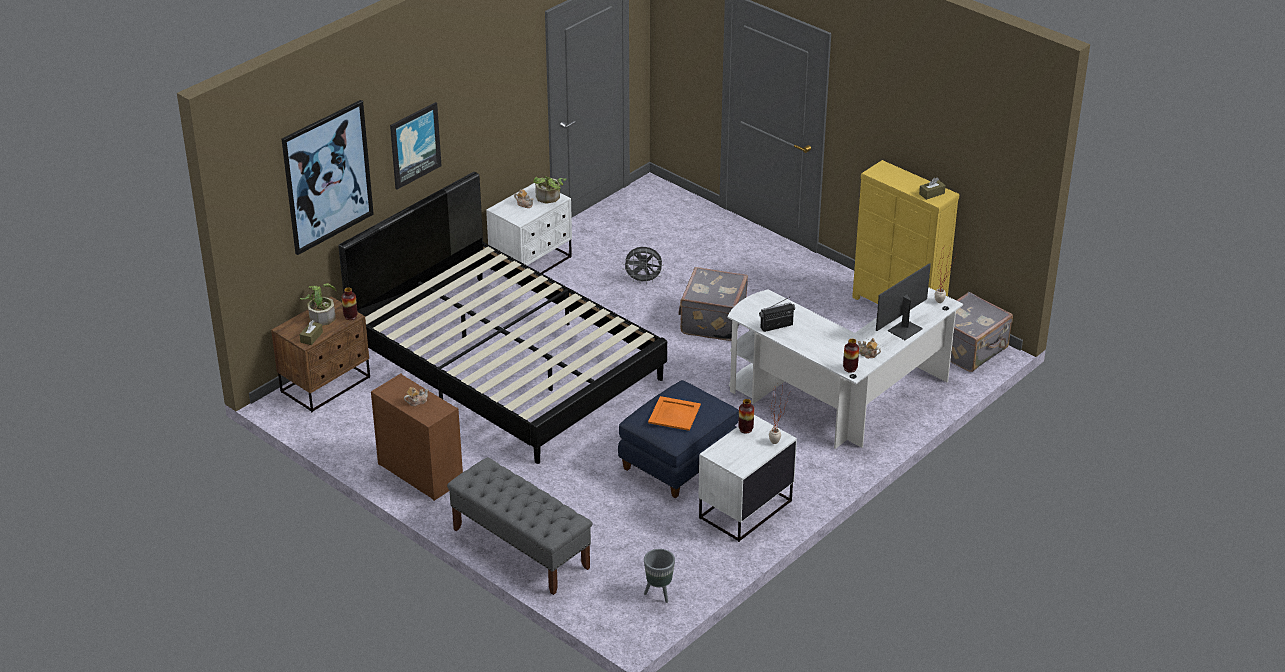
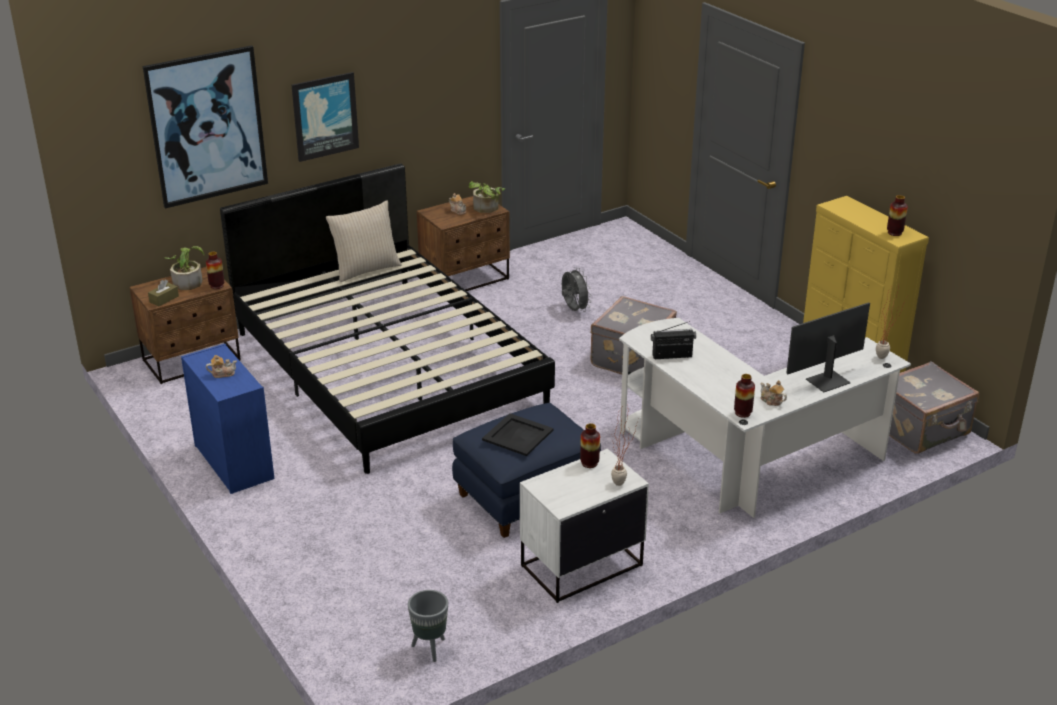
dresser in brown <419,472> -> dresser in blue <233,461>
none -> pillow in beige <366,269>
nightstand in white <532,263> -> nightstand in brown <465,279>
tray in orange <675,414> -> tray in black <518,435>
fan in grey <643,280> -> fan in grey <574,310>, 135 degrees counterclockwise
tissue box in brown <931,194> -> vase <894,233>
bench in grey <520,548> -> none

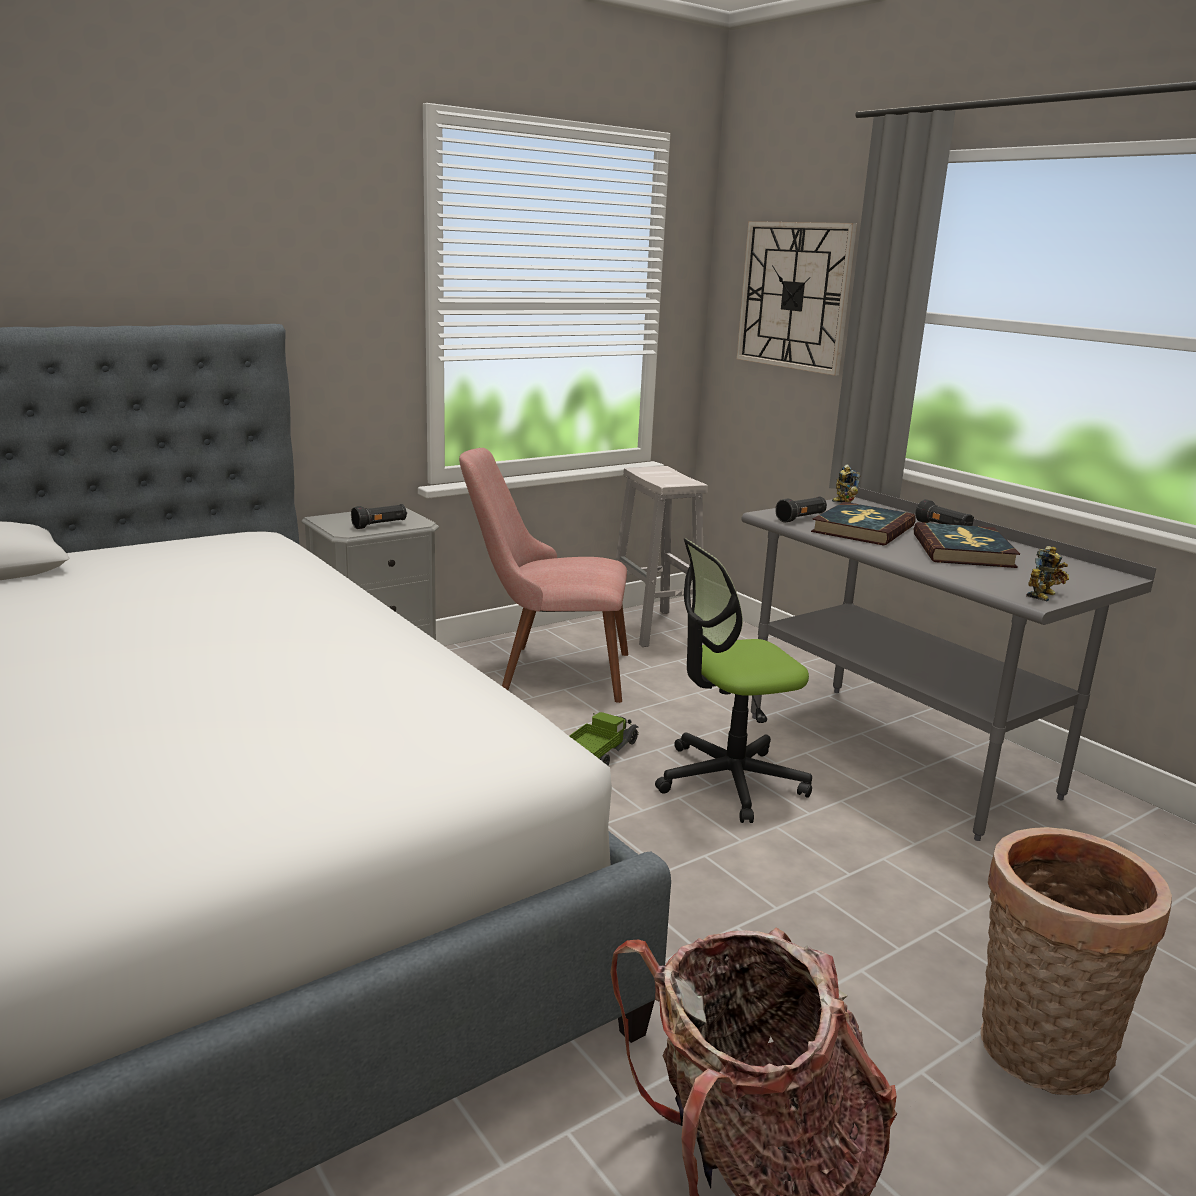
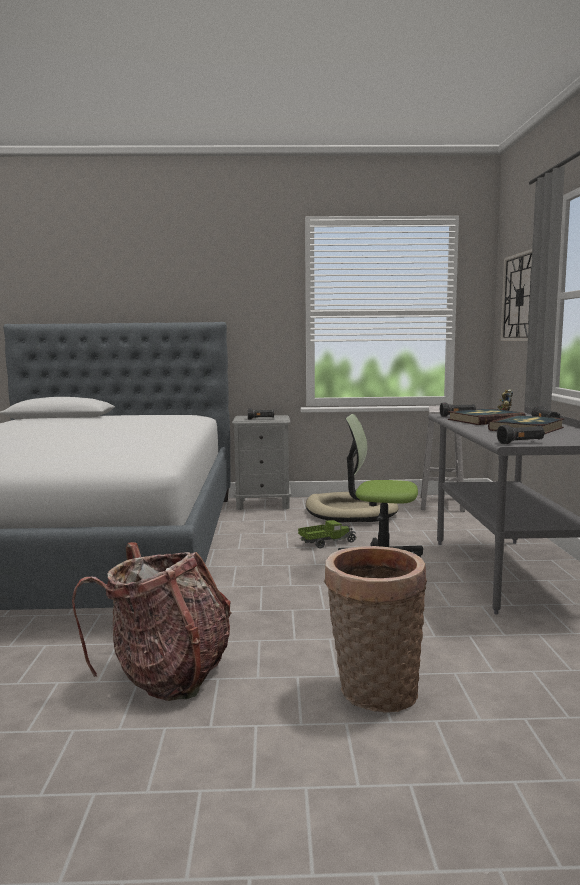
chair in pink <546,671> -> dog bed in beige <350,511>
toy robot <1044,596> -> flashlight in black <521,442>

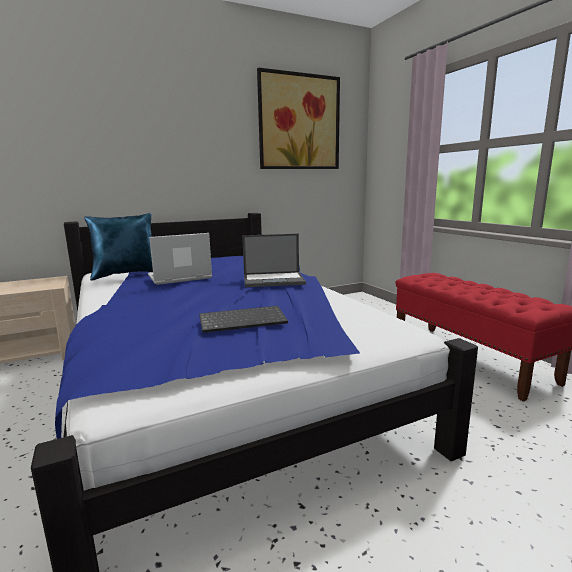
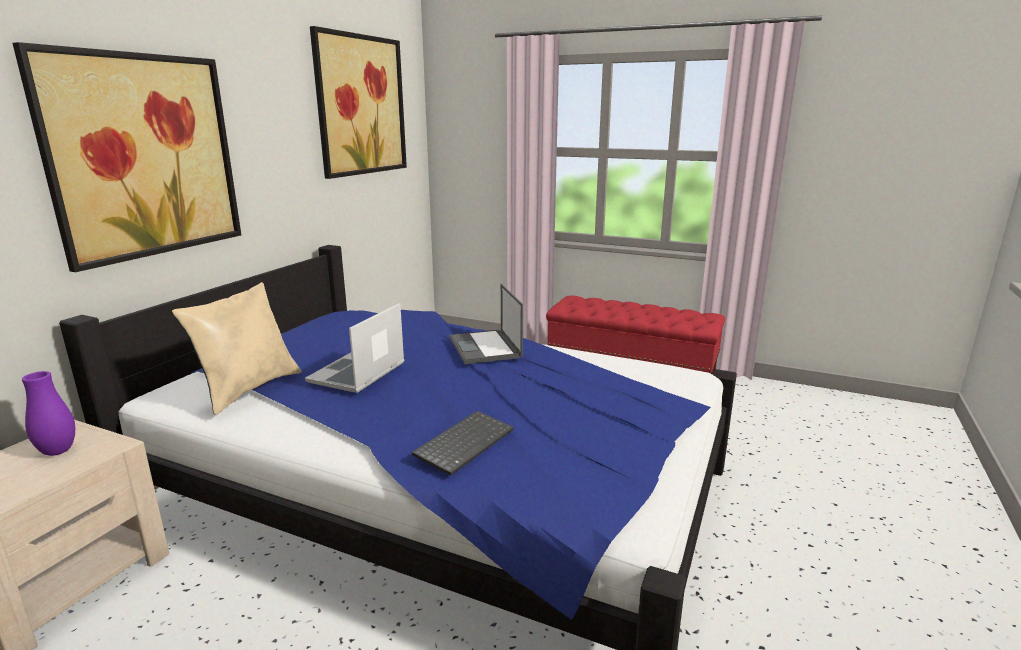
none -> picture <144,156>
none -> vase in purple <58,451>
pillow in blue <127,275> -> pillow in beige <248,389>
keyboard <243,320> -> keyboard <464,442>, relocated
laptop <274,280> -> laptop <485,347>, 120 degrees clockwise

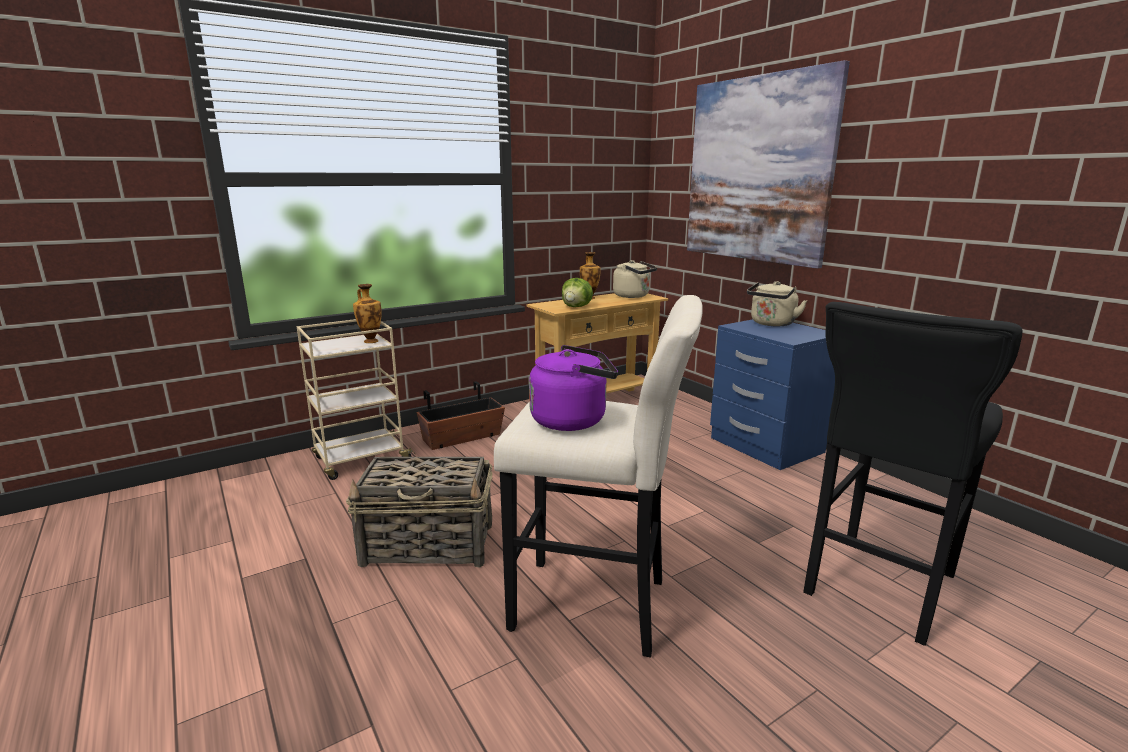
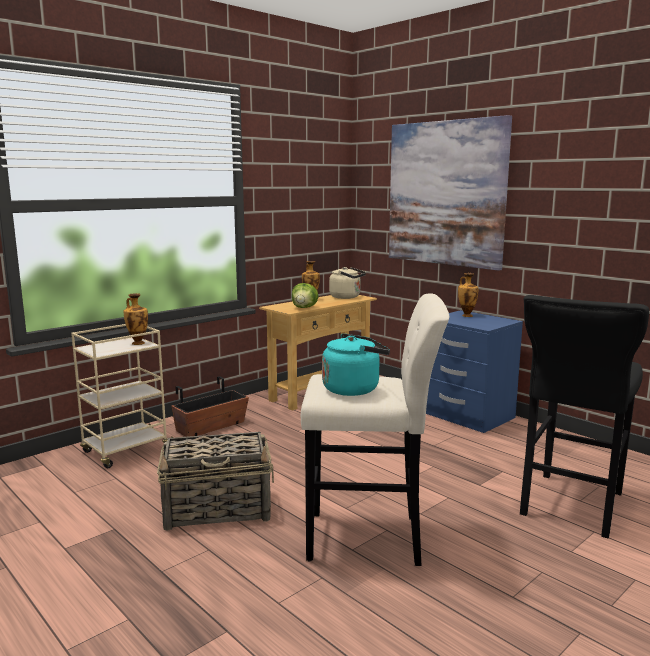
kettle in purple <573,420> -> kettle in turquoise <354,389>
kettle in beige <771,324> -> vase <466,315>

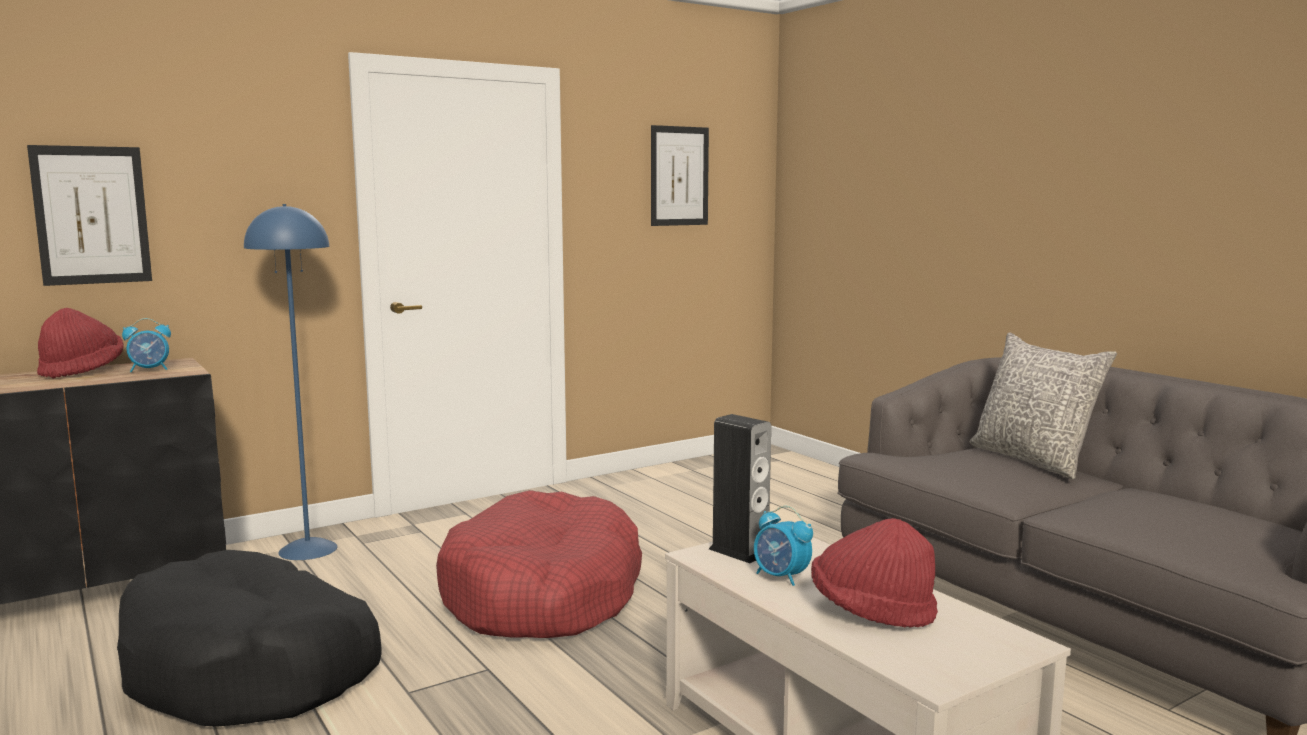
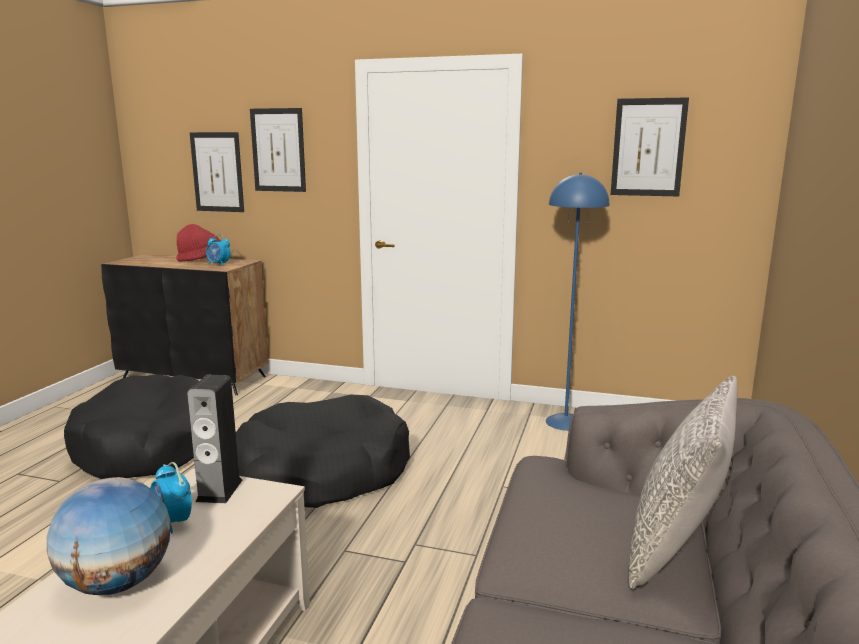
hat in red <871,612> -> globe <117,583>
alarm clock <781,577> -> alarm clock <172,522>, 45 degrees counterclockwise
dog bed in red <543,594> -> dog bed in black <321,472>
none -> picture <278,150>
floor lamp in blue <308,549> -> floor lamp in blue <565,422>, relocated

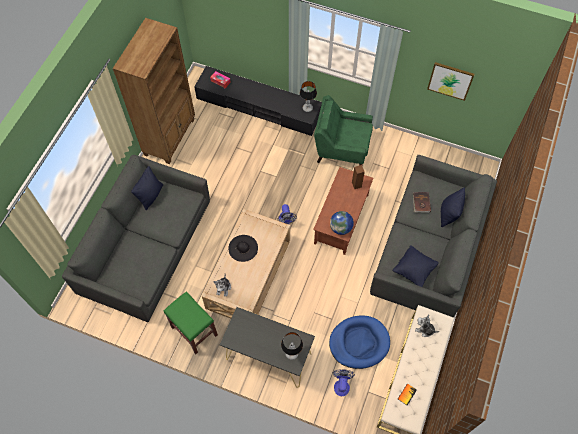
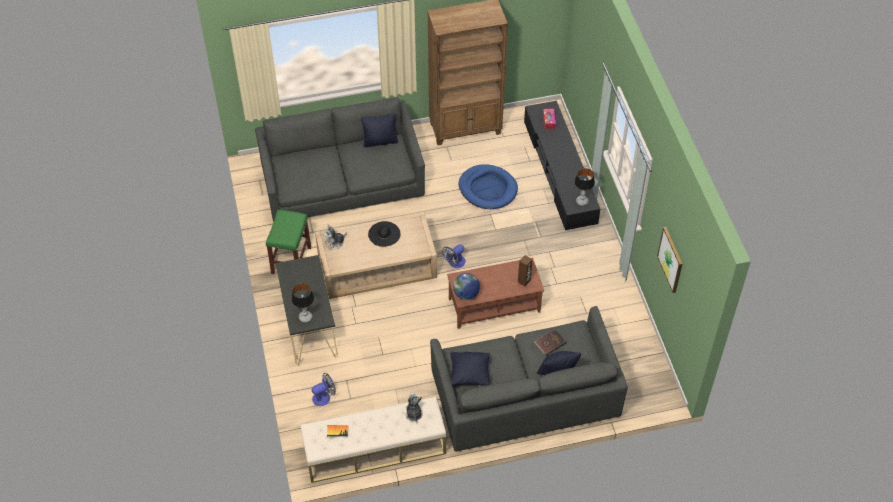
dog bed in blue <359,343> -> dog bed in blue <488,189>, relocated
armchair in green <341,149> -> none

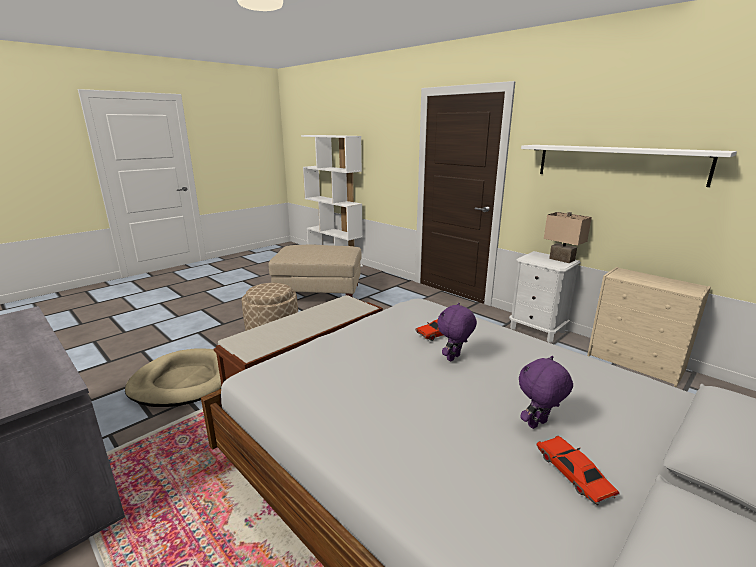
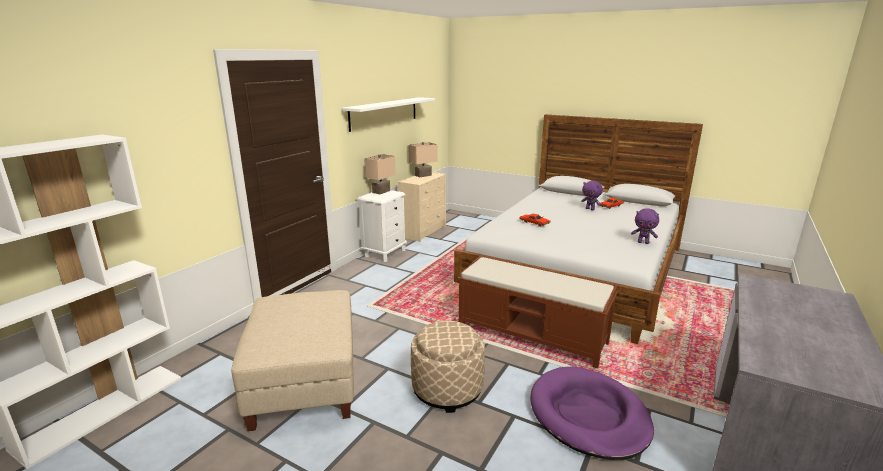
none -> table lamp in beige <423,175>
dog bed in beige <185,381> -> dog bed in purple <588,415>
plush toy in purple <454,358> -> plush toy in purple <643,242>, relocated

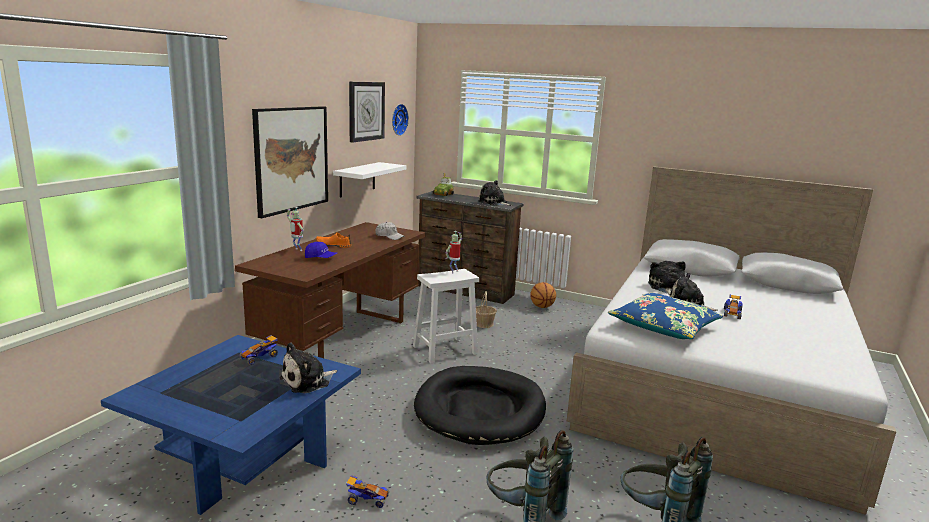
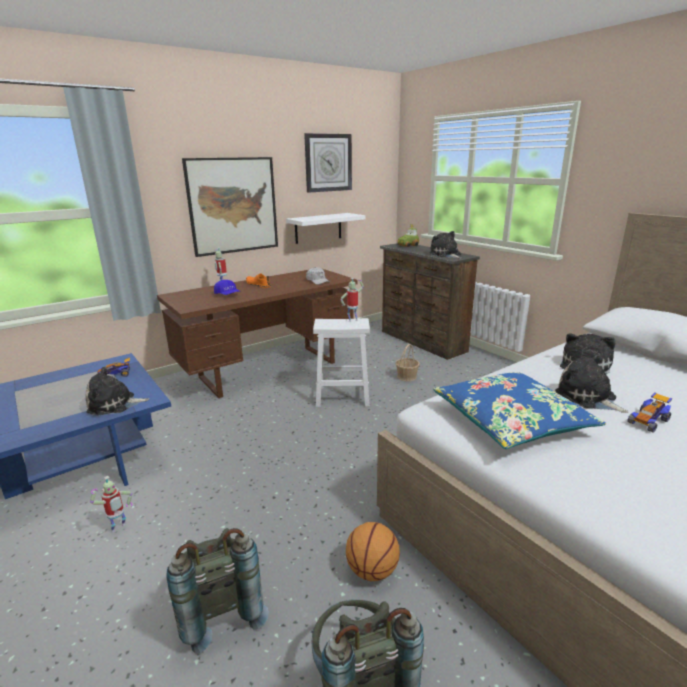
toy car <367,499> -> toy robot <119,529>
basketball <542,307> -> basketball <372,571>, relocated
wall clock <398,119> -> none
dog bed in black <480,409> -> none

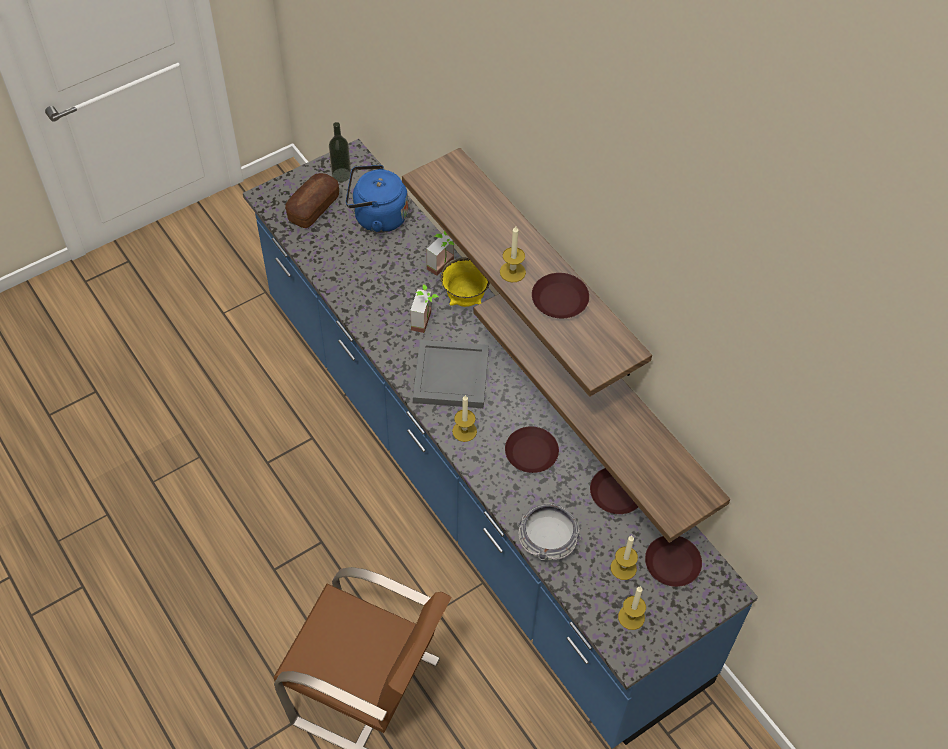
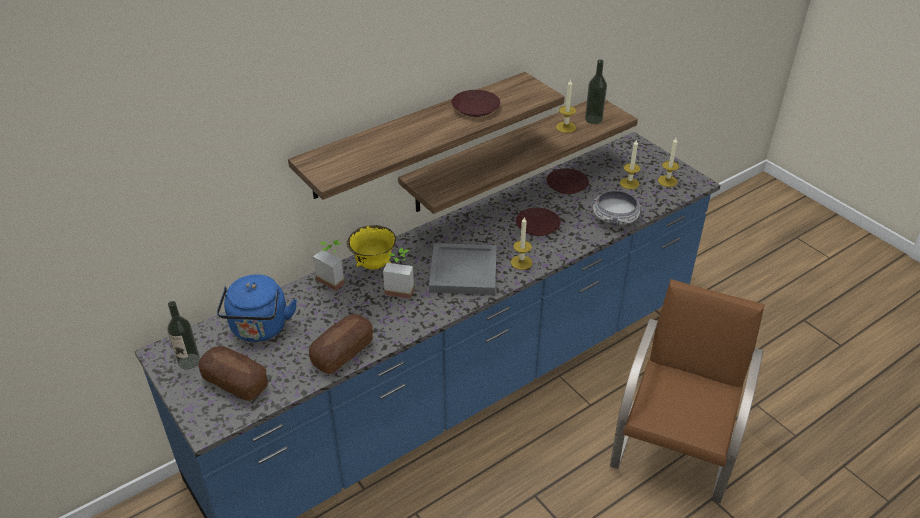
none -> bread <342,352>
candle <512,272> -> candle <566,127>, relocated
none -> bottle <593,119>
plate in brown <672,564> -> none

